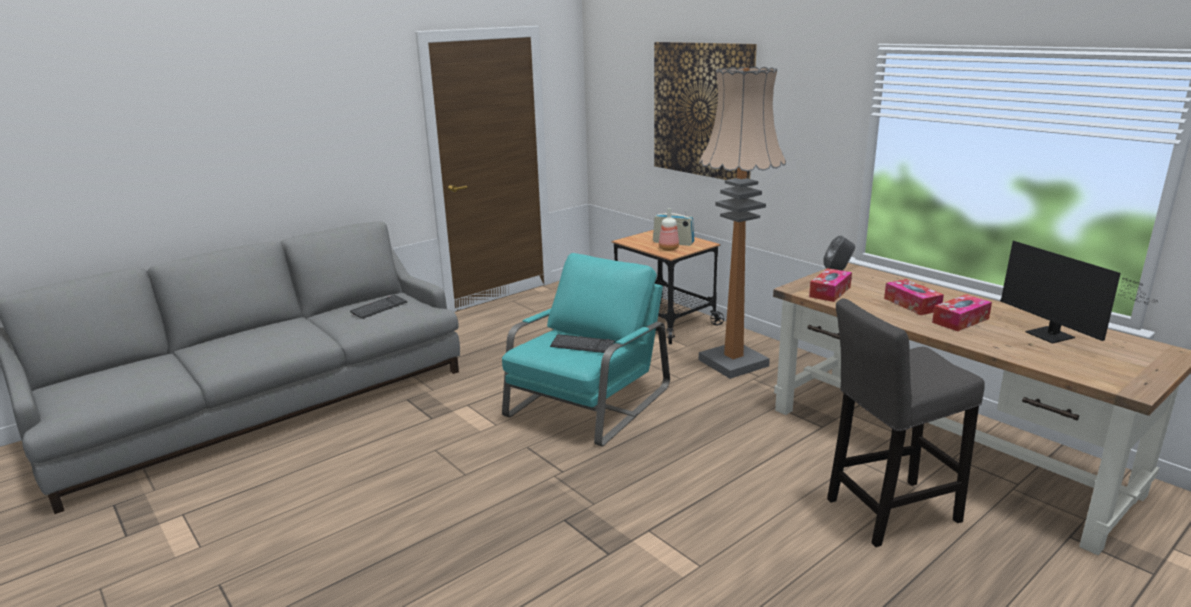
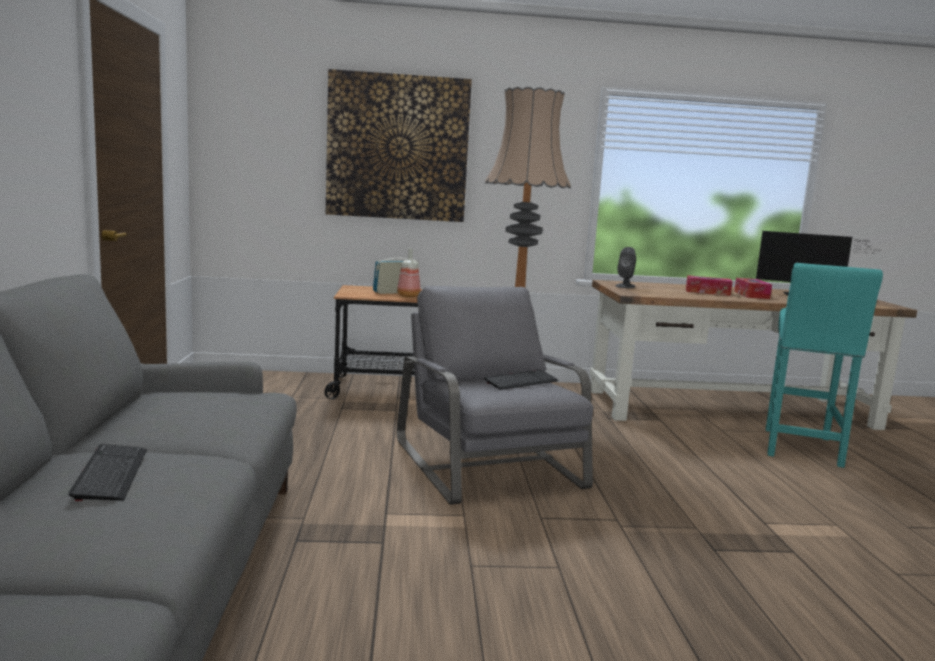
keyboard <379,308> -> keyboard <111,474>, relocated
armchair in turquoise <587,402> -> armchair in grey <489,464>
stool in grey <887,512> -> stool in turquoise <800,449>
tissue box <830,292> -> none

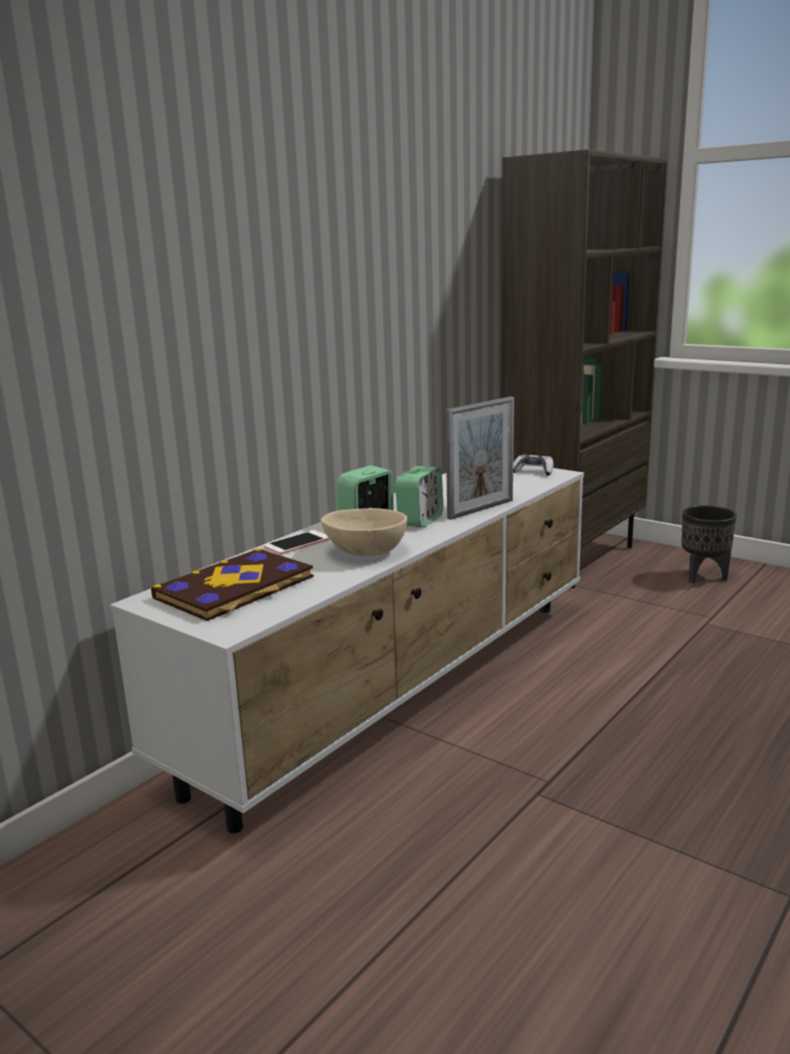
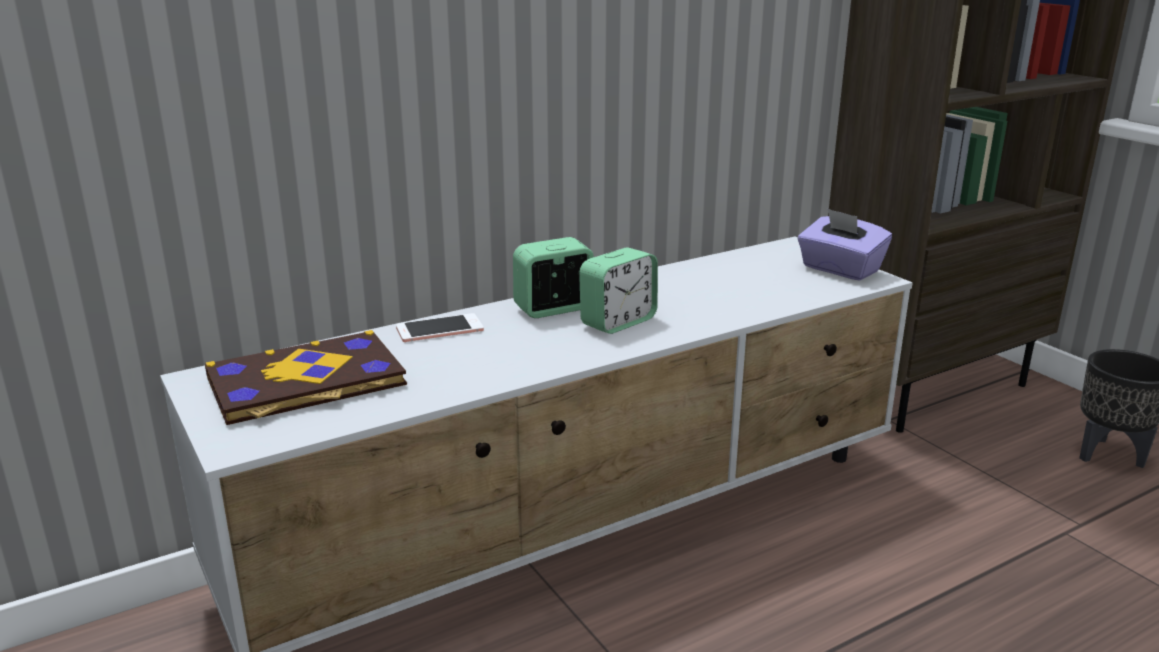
game controller <533,471> -> tissue box in purple <840,269>
bowl in beige <366,552> -> none
picture frame <481,509> -> none

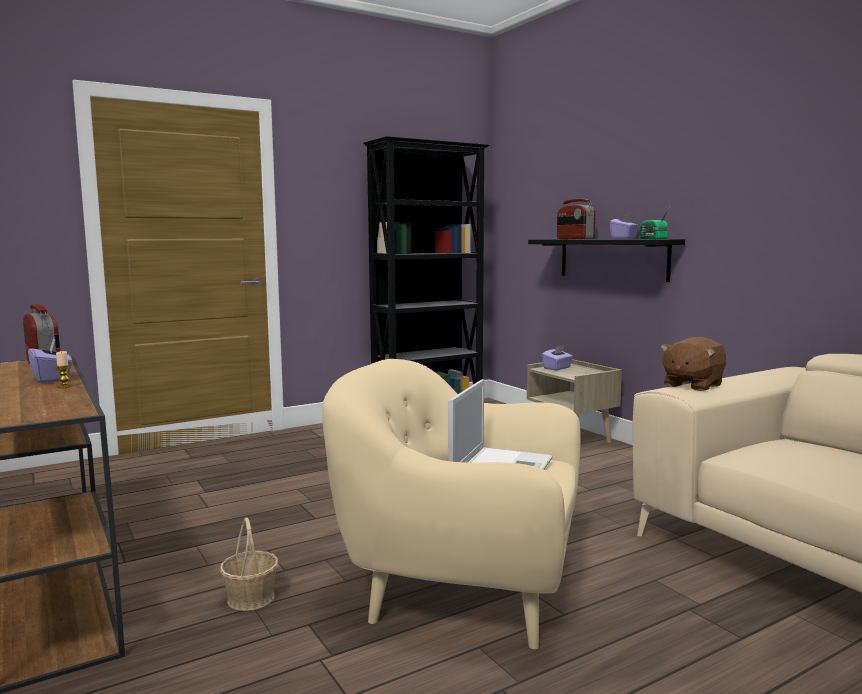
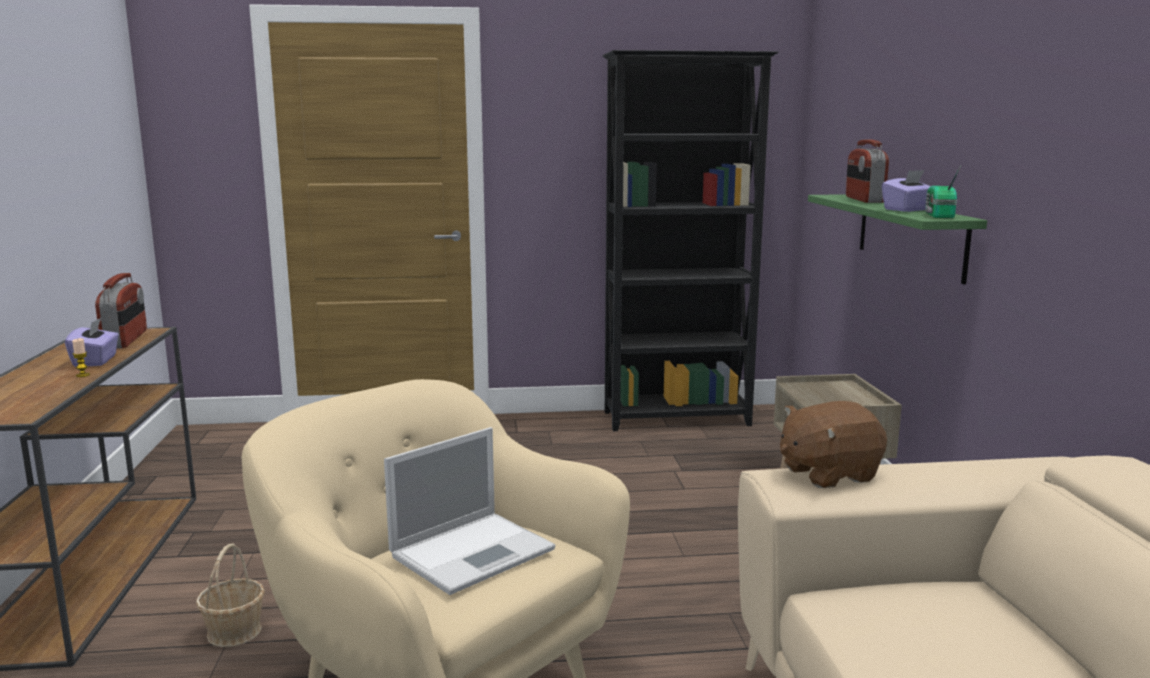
shelf in black <612,258> -> shelf in green <910,235>
tissue box in purple <557,368> -> none

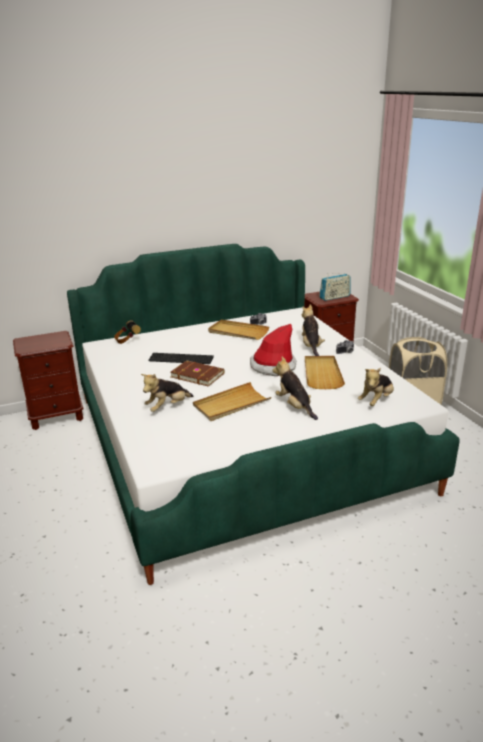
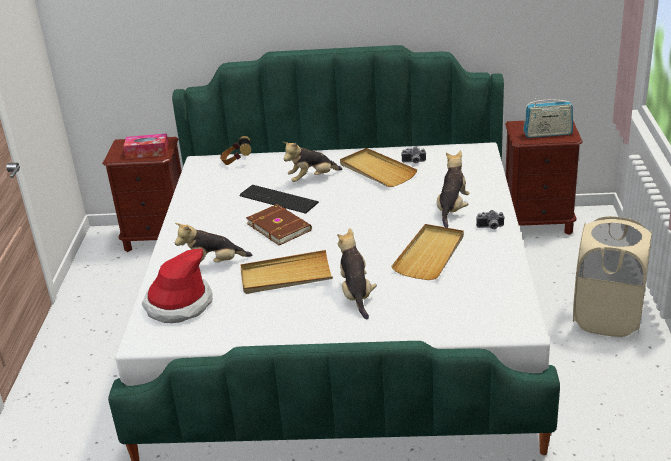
none -> tissue box <147,152>
hat <273,366> -> hat <178,304>, relocated
plush toy <376,401> -> plush toy <312,179>, relocated

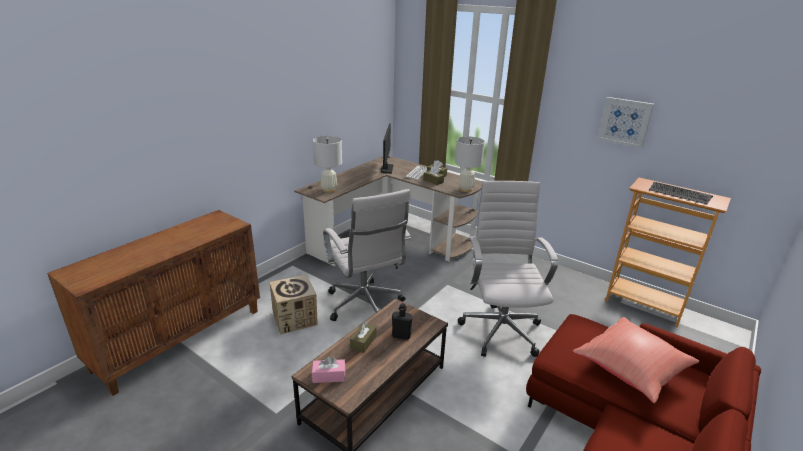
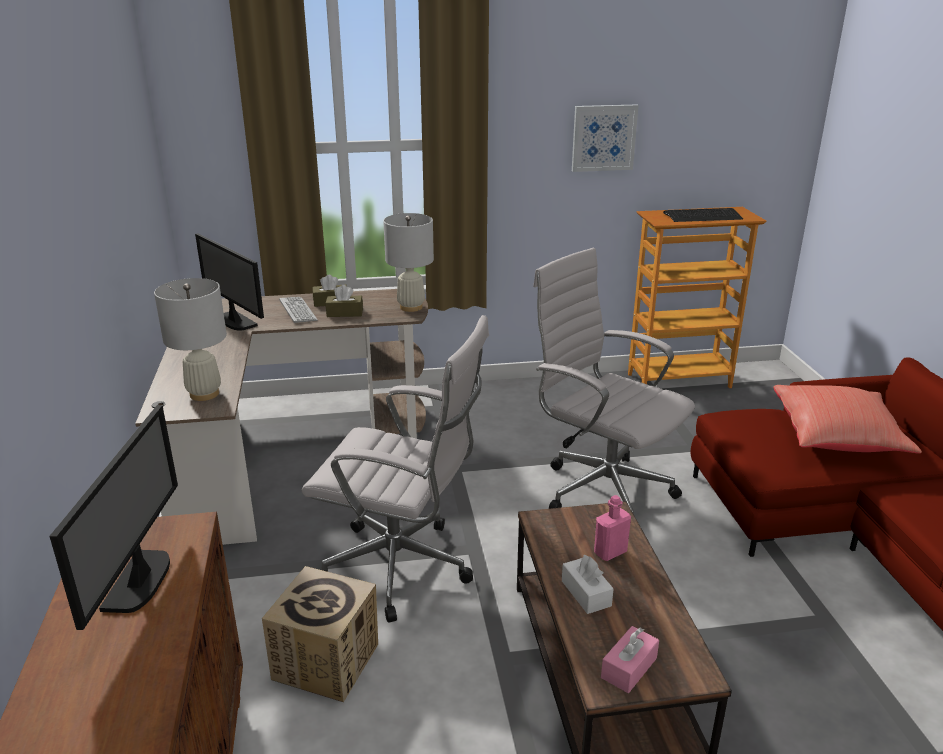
none -> monitor <140,582>
tissue box in brown <363,342> -> tissue box in white <586,593>
bottle in black <401,335> -> bottle in pink <610,552>

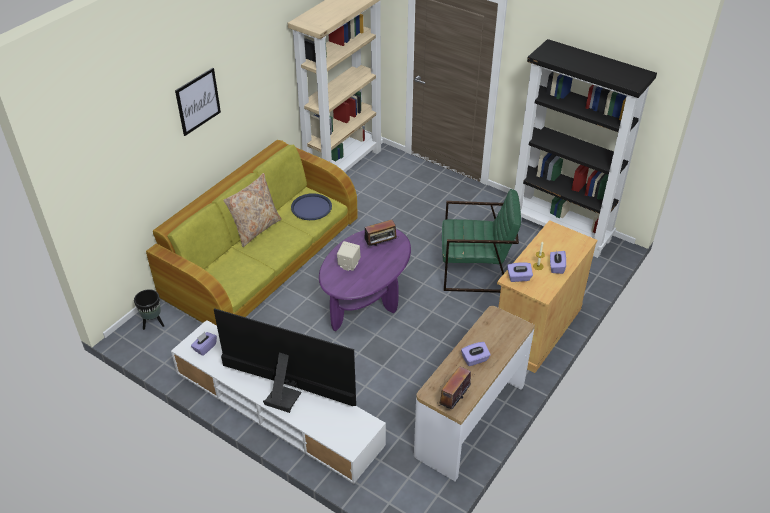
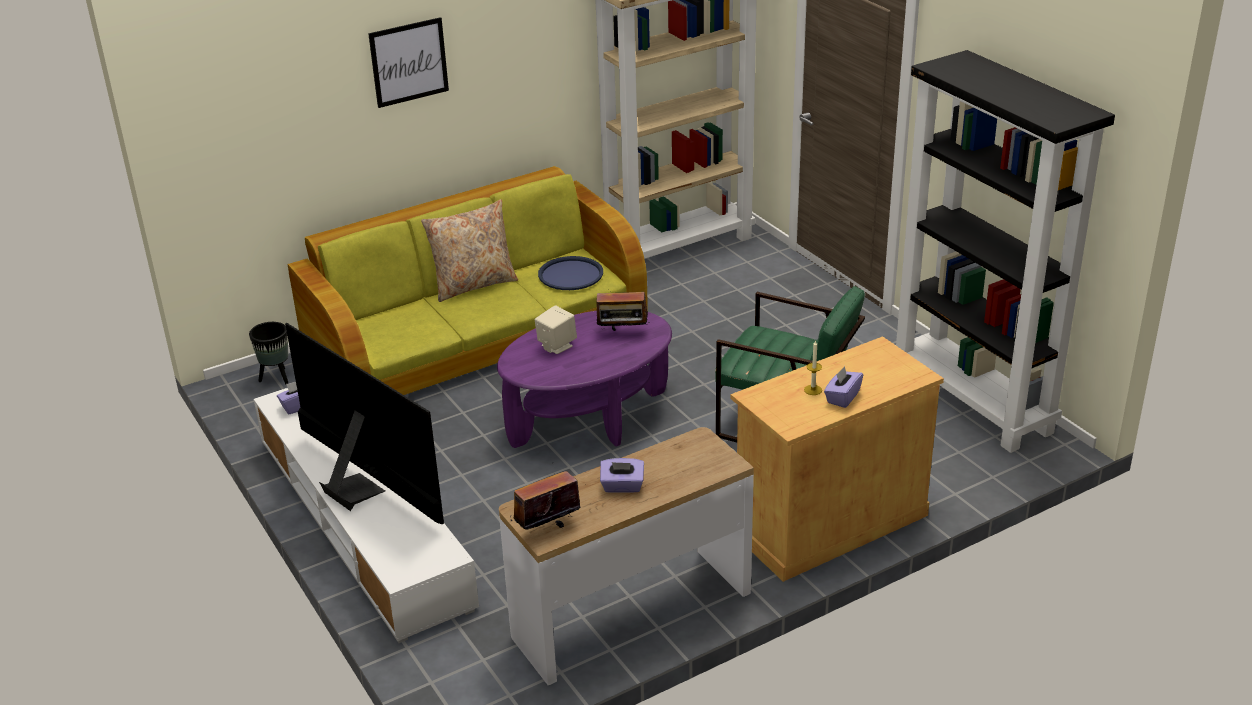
tissue box in purple <518,278> -> none

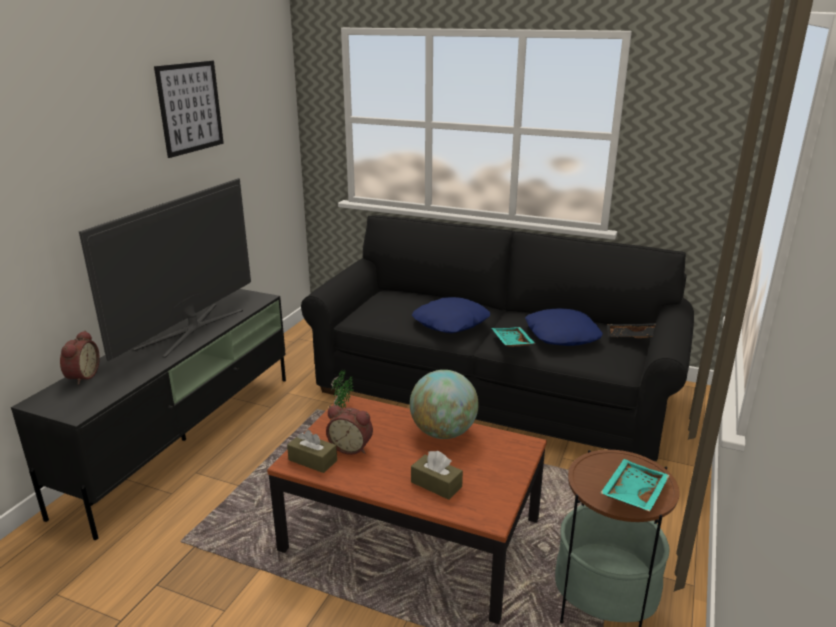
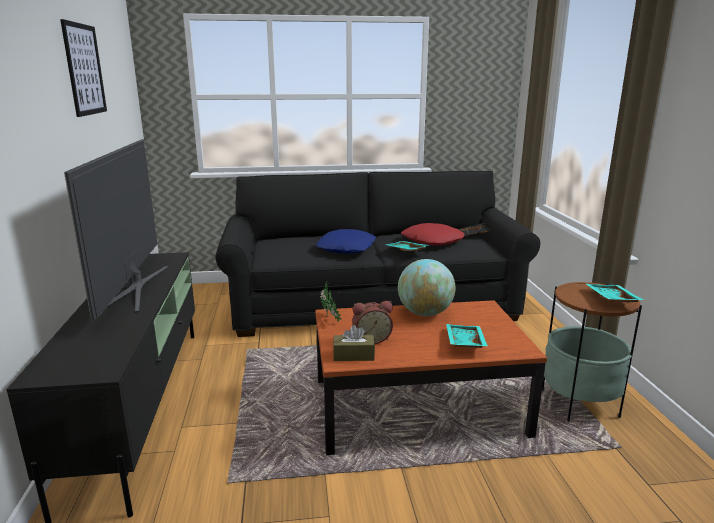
pillow in blue <561,335> -> pillow in red <432,241>
tissue box in brown <436,484> -> tray in turquoise <463,343>
alarm clock <81,376> -> none

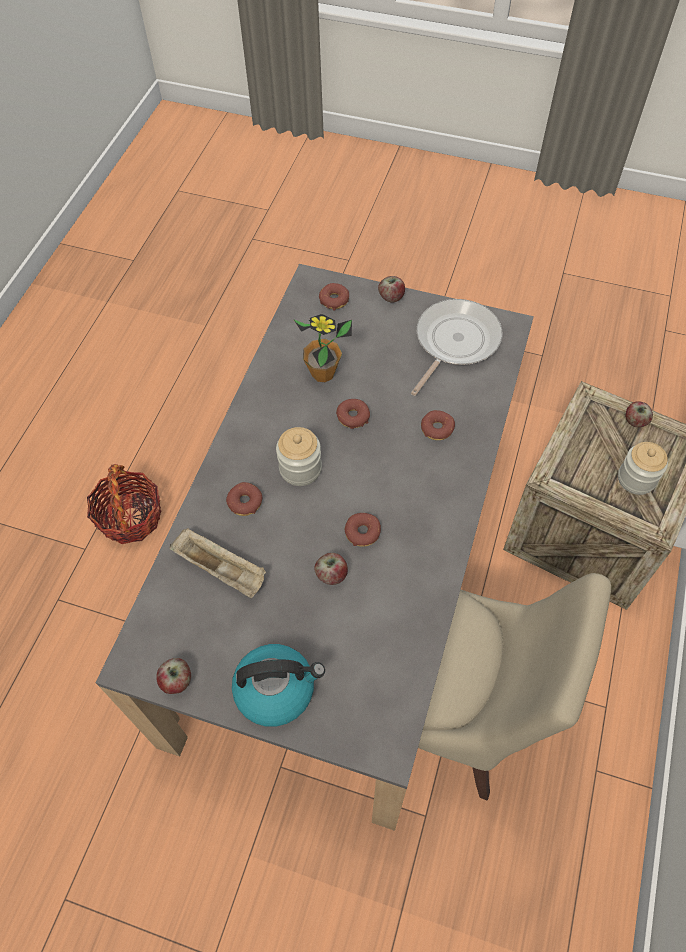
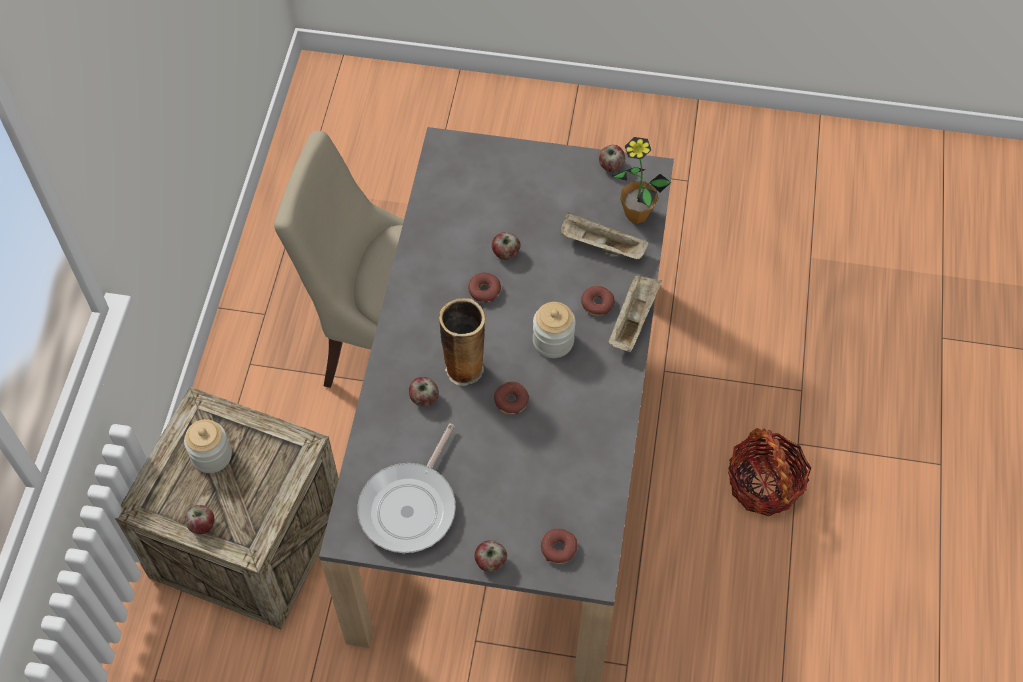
donut <437,429> -> apple <424,398>
none -> vase <464,368>
none -> tray in beige <633,319>
potted plant <323,373> -> potted plant <636,214>, relocated
kettle <276,689> -> none

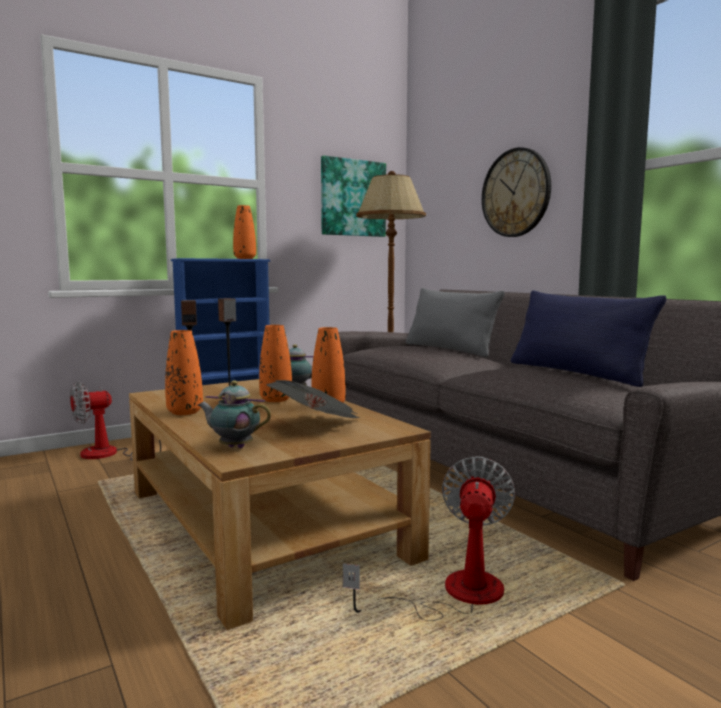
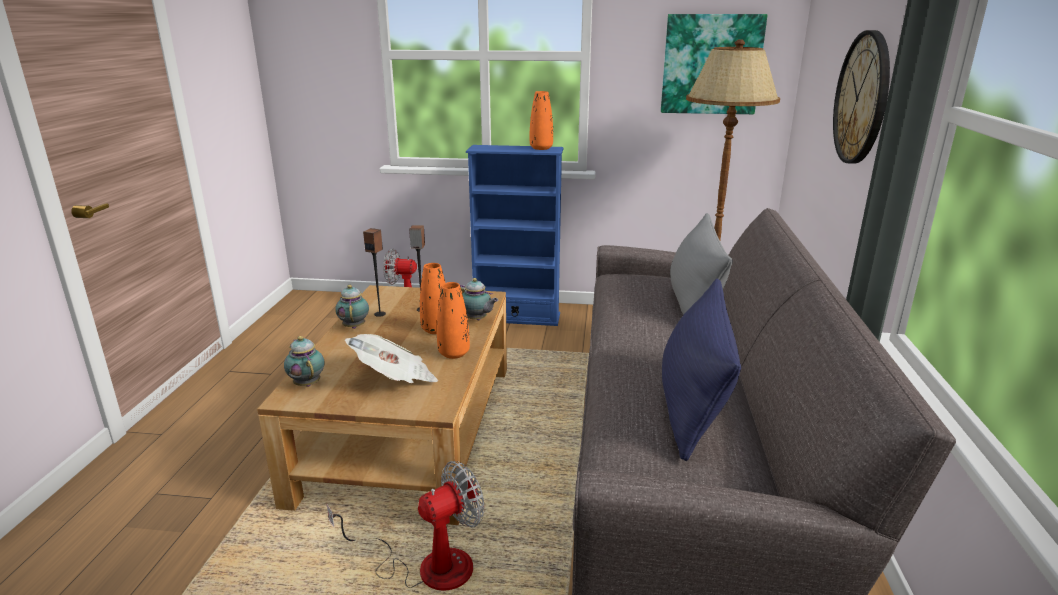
vase in orange <185,412> -> teapot <354,326>

